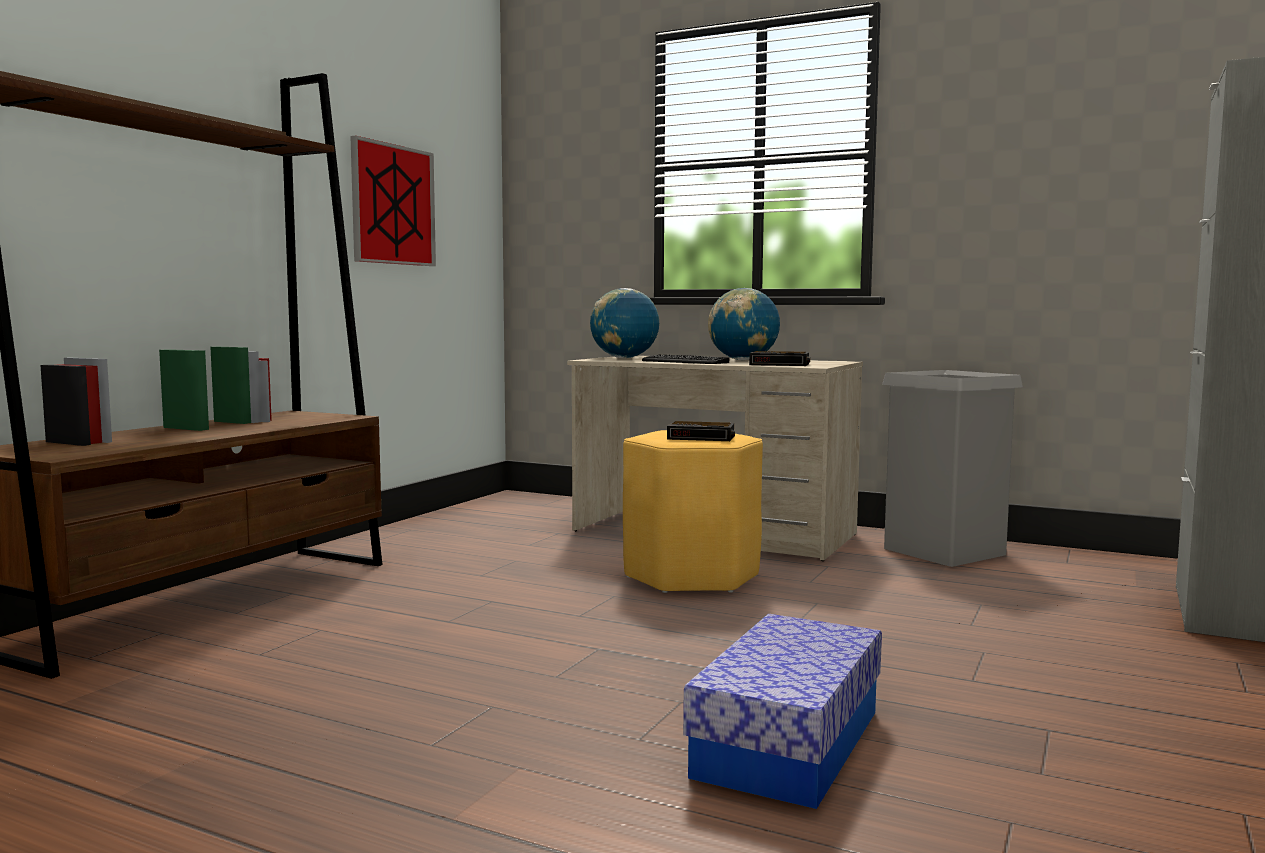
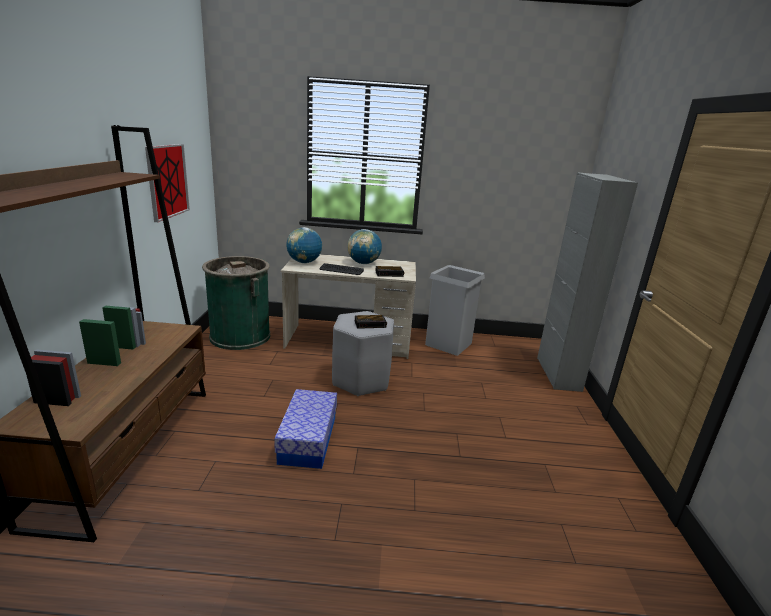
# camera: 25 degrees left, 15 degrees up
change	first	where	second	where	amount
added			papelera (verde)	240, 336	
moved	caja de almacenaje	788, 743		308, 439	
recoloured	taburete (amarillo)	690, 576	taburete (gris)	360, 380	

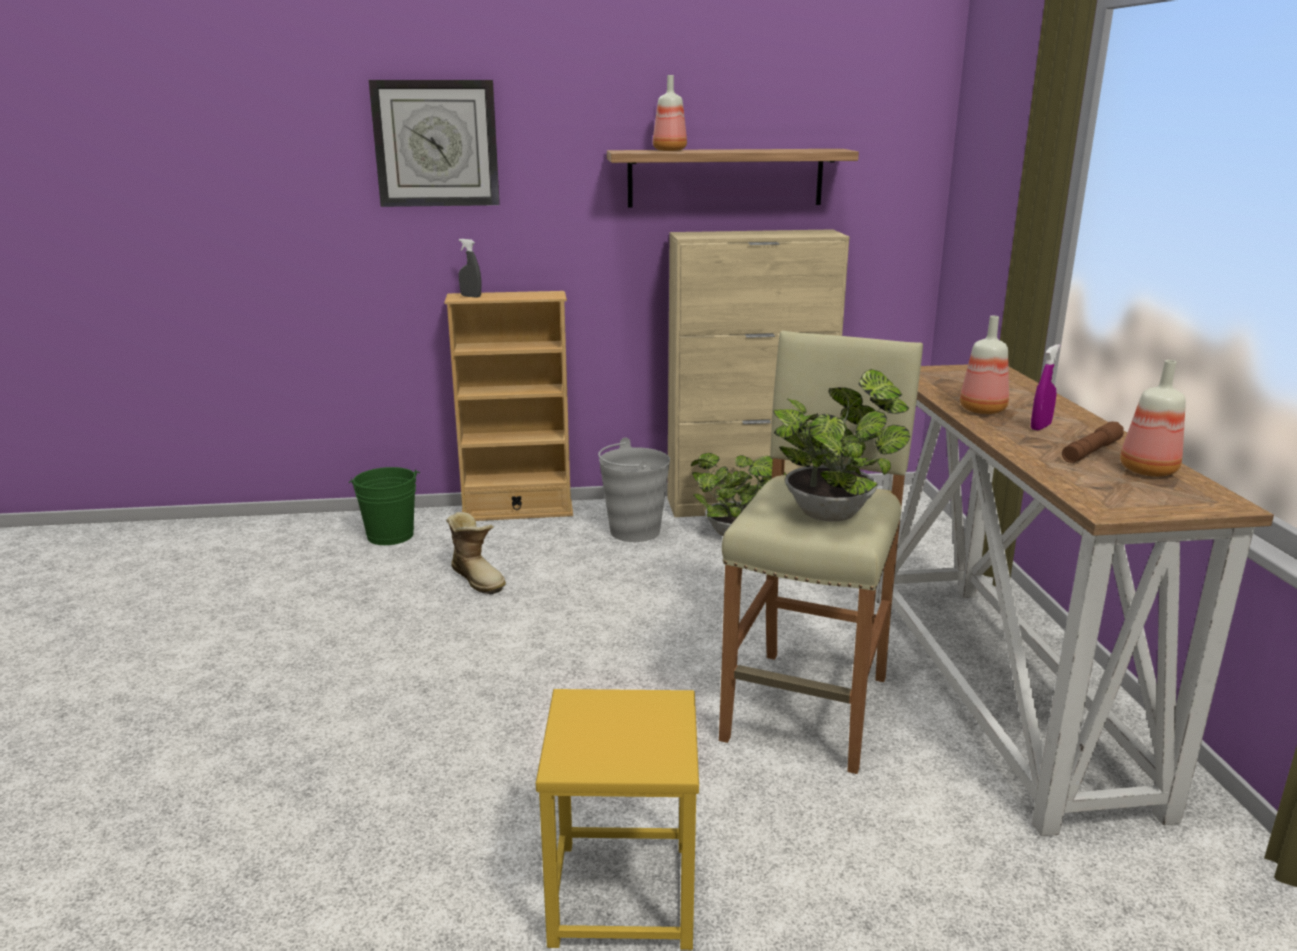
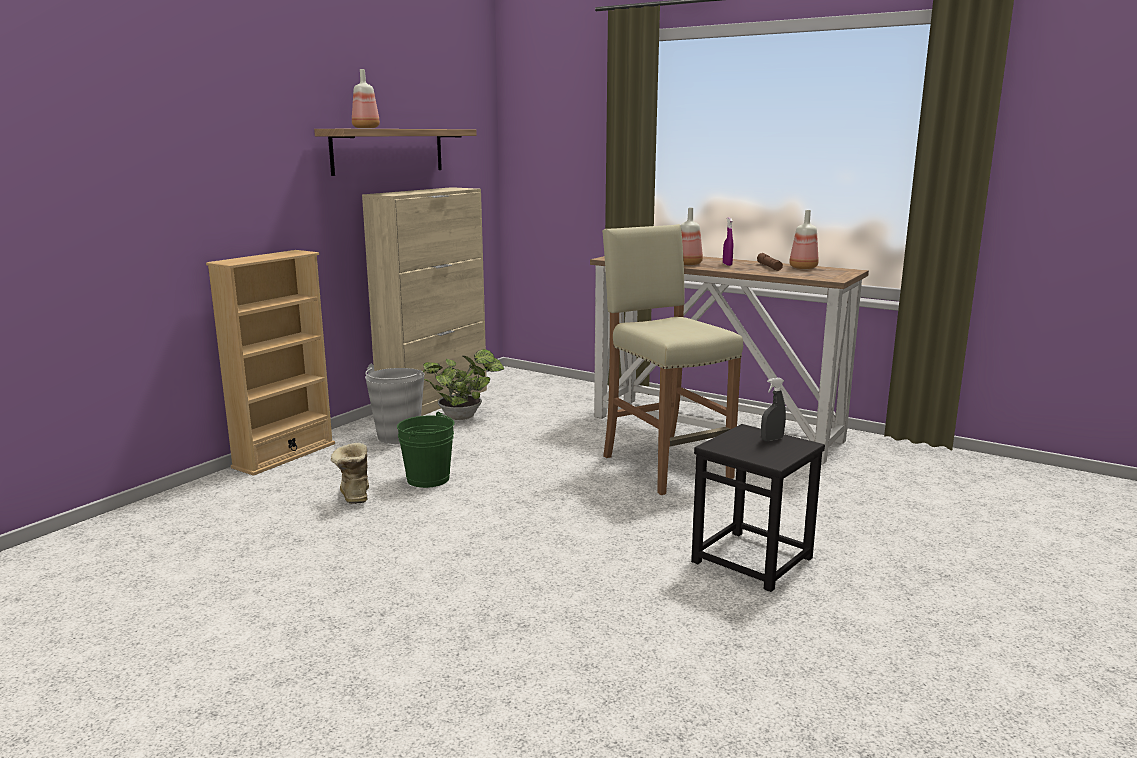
# camera: 50 degrees left, 5 degrees down
change	first	where	second	where	amount
removed	reloj de pared	436, 144			
removed	planta en maceta	833, 512			
moved	cubo (verde)	390, 535		428, 479	
moved	pulverizador (gris)	471, 296		772, 439	
recoloured	taburete (amarillo)	624, 893	taburete (negro)	752, 559	
turned	bota	478, 578		353, 495	105 degrees counterclockwise

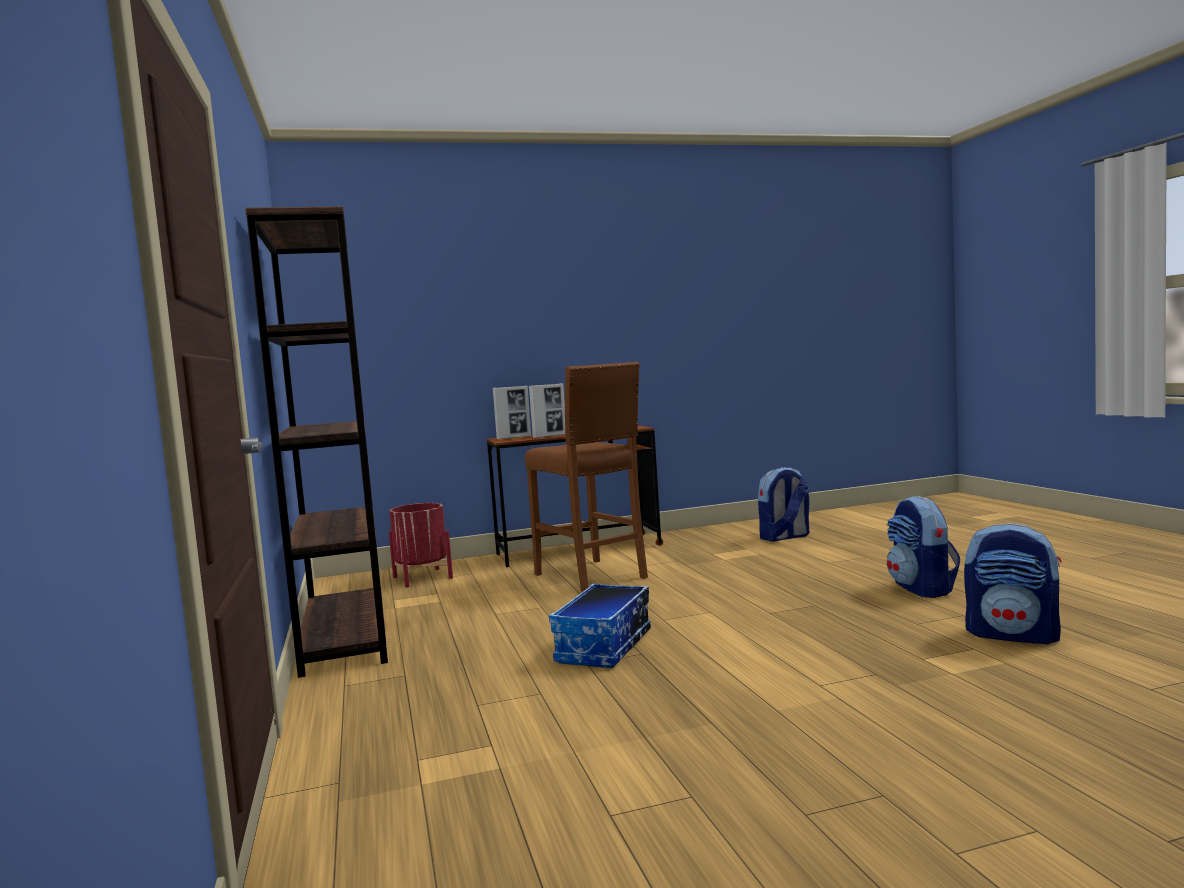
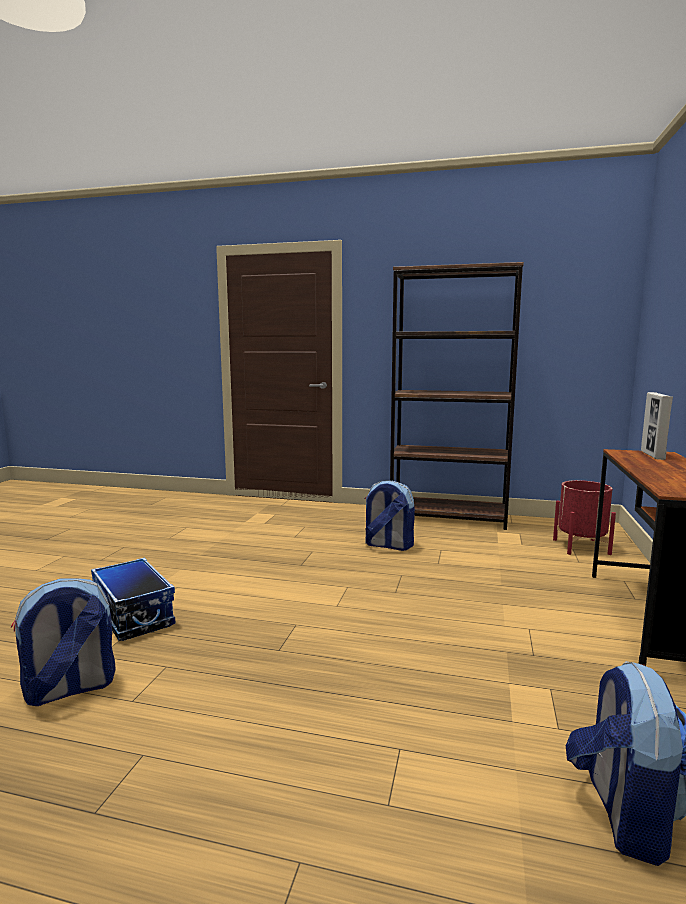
# camera: 120 degrees right, 5 degrees up
change	first	where	second	where	amount
removed	taburete (marrón)	591, 576			
removed	portarretratos	550, 436			
moved	caja de almacenaje	605, 647		132, 615	
moved	mochila	922, 589		388, 545	

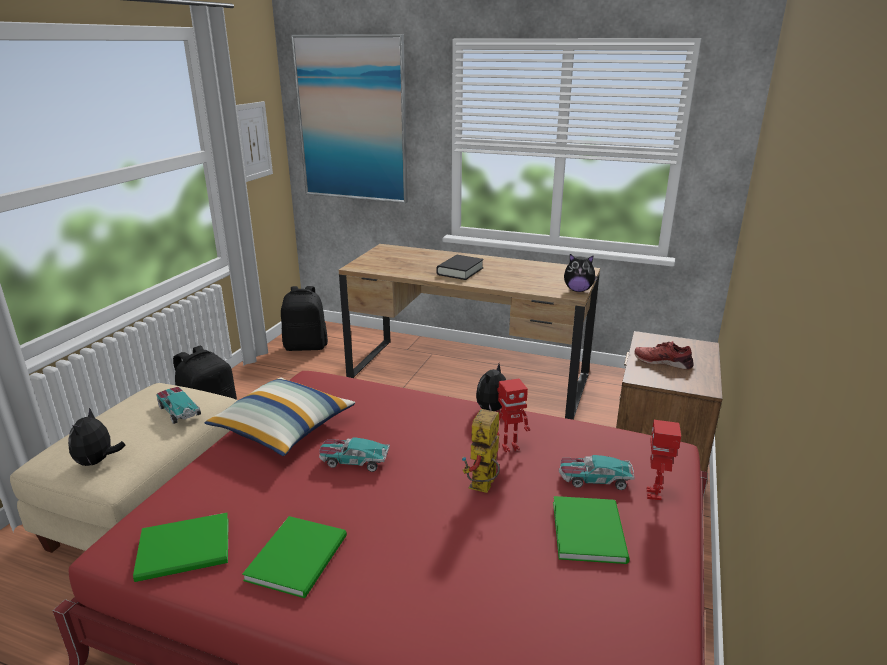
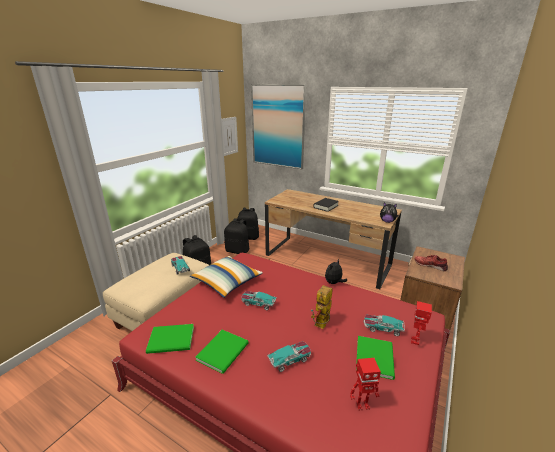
# camera: 10 degrees right, 0 degrees up
change	first	where	second	where	amount
removed	peluche	97, 461			
added			mochila (negro)	238, 251	
added			coche de juguete	290, 359	
moved	robot de juguete	510, 447		362, 404	

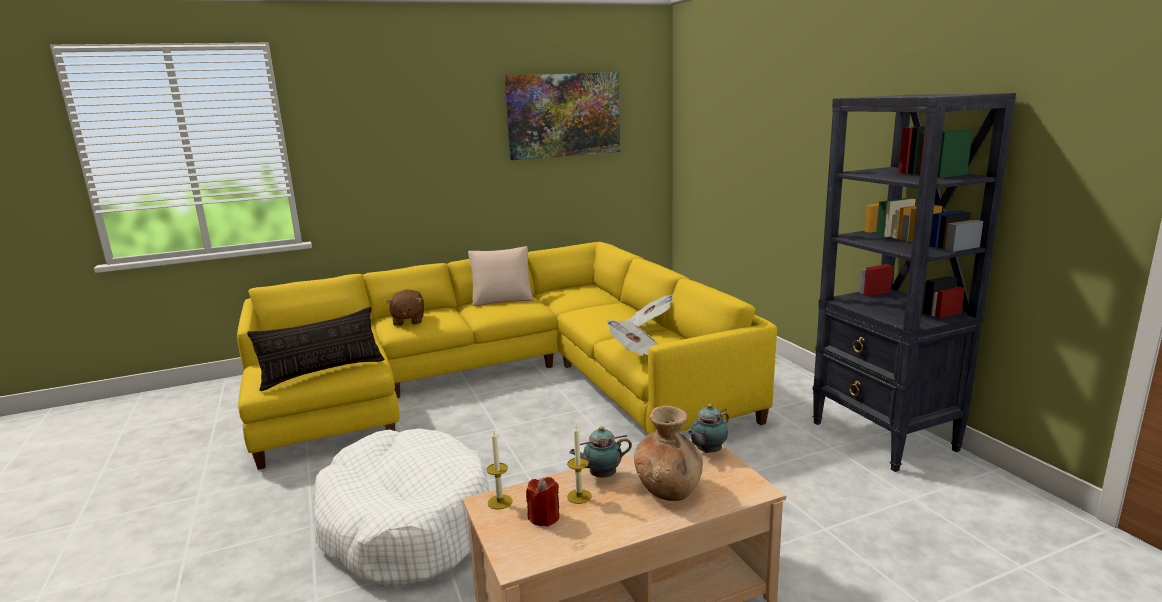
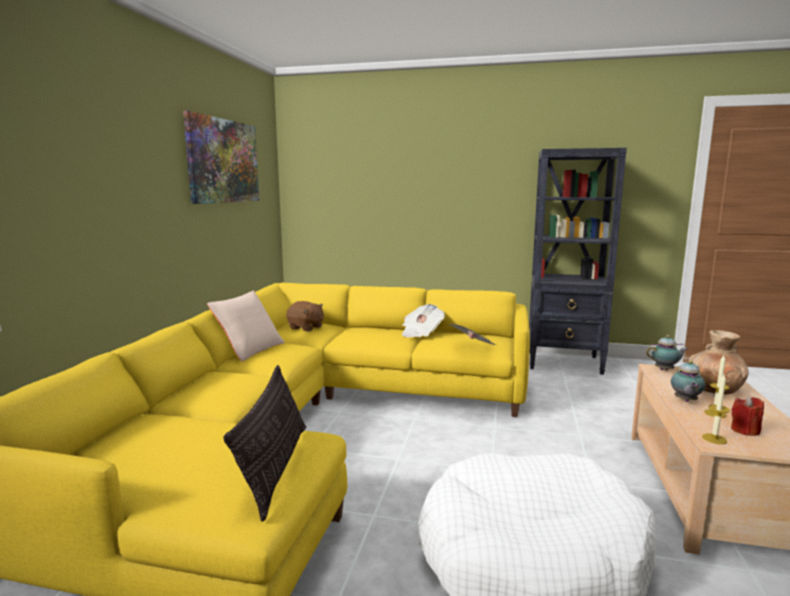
# camera: 55 degrees left, 5 degrees down
change	first	where	second	where	amount
moved	peluche (marrón)	408, 321		306, 328	
turned	tetera	707, 451		665, 369	90 degrees counterclockwise

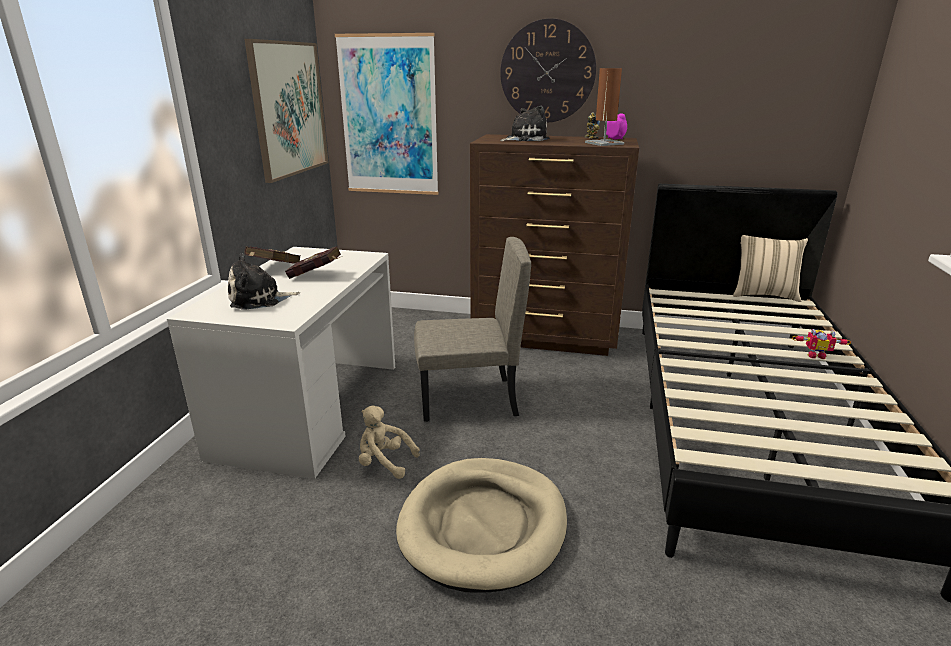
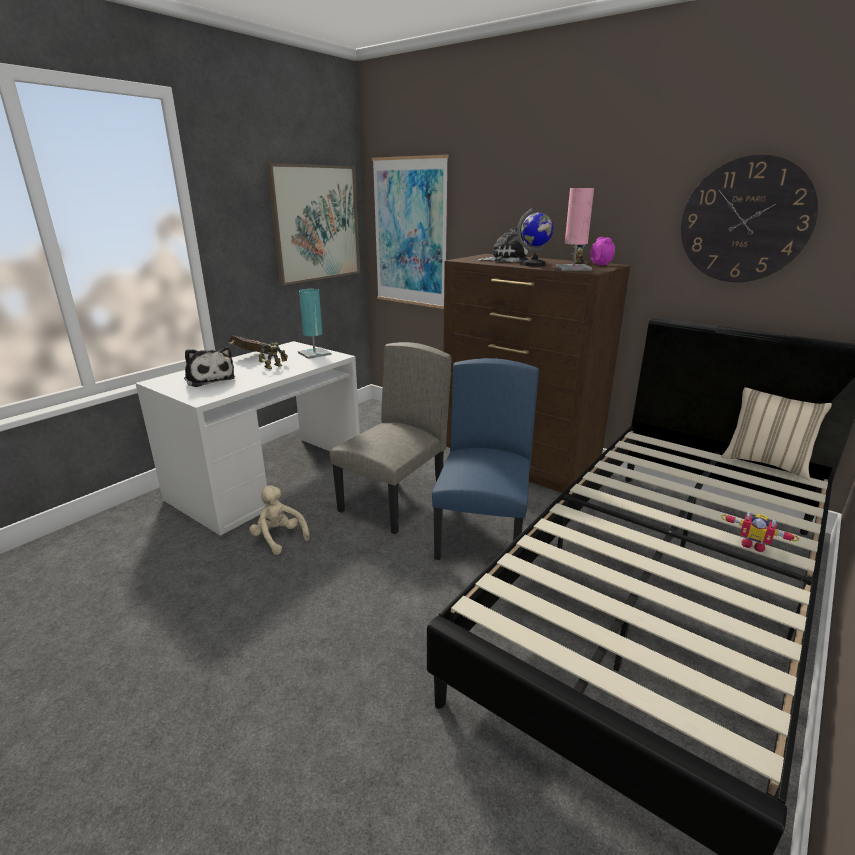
# camera: 25 degrees right, 0 degrees up
change	first	where	second	where	amount
removed	cama para perro (beis)	483, 525			
added			lámpara de mesa (turquesa)	314, 353	
added			silla (azul)	483, 536	
added			globo terráqueo	534, 265	
moved	reloj de pared	547, 72		745, 221	
replaced	libro (rojo)	317, 276	robot de juguete	274, 367	
recoloured	lámpara de mesa (marrón)	604, 143	lámpara de mesa (rosa)	573, 268	
turned	peluche	259, 299		209, 379	135 degrees counterclockwise
turned	silla (beis)	468, 399		393, 503	75 degrees counterclockwise

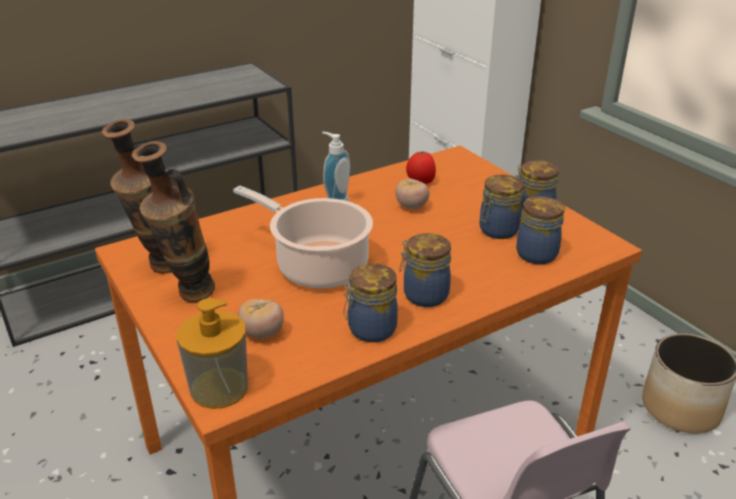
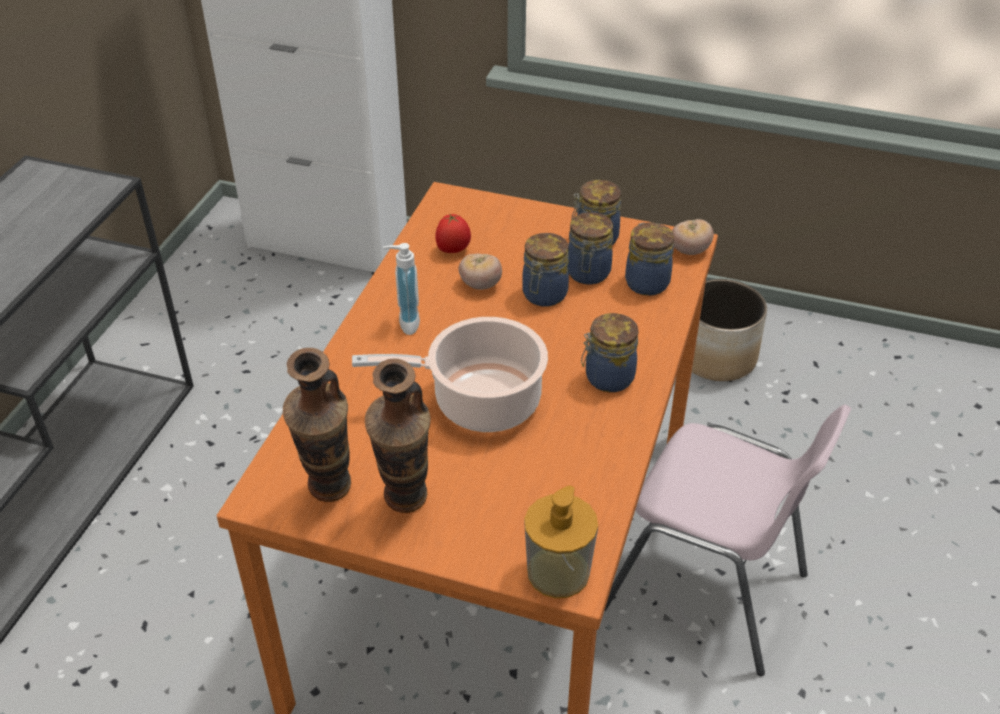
# camera: 40 degrees left, 10 degrees up
change	first	where	second	where	amount
moved	tomate	262, 333		689, 250	
moved	tarro	370, 330		543, 295	

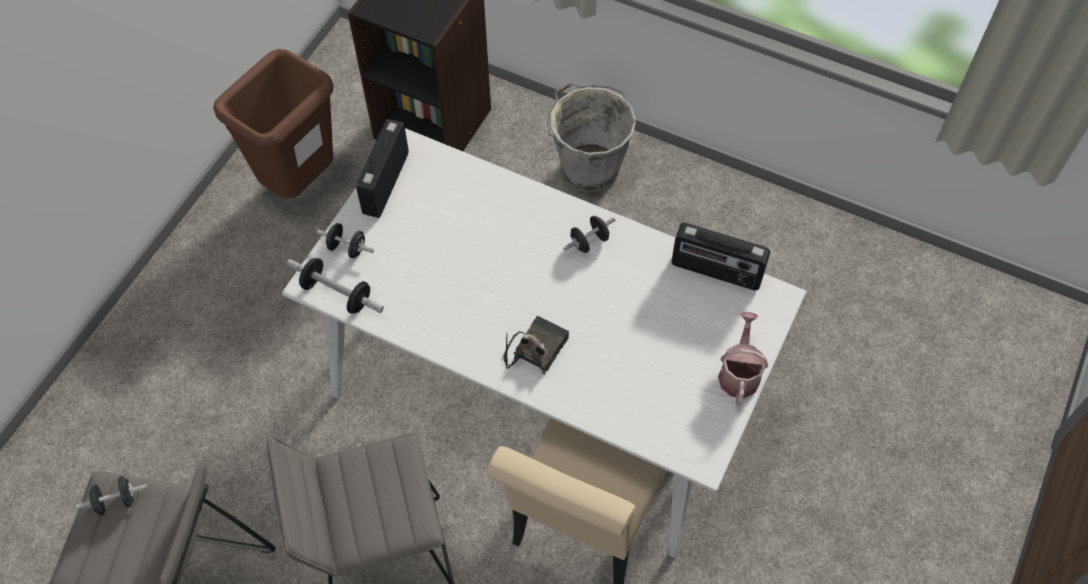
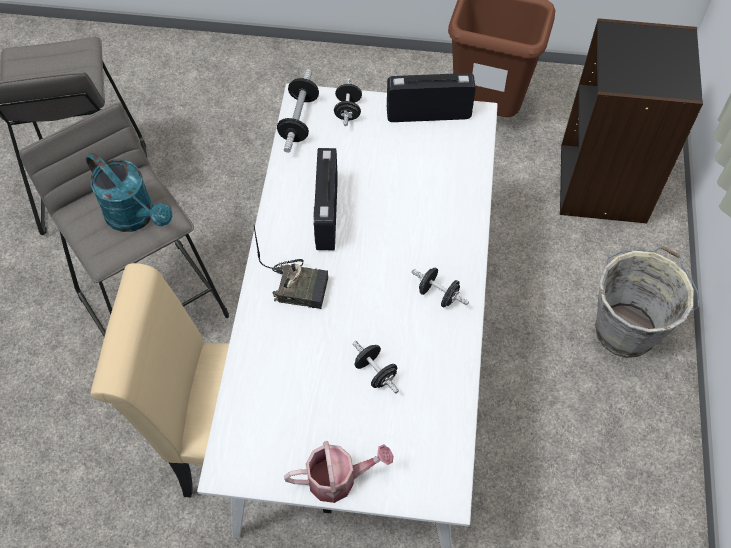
# camera: 70 degrees right, 0 degrees up
change	first	where	second	where	amount
added			regadera (turquesa)	136, 217	
moved	mancuerna (negro)	116, 501		375, 372	
moved	radio	716, 271		326, 214	

